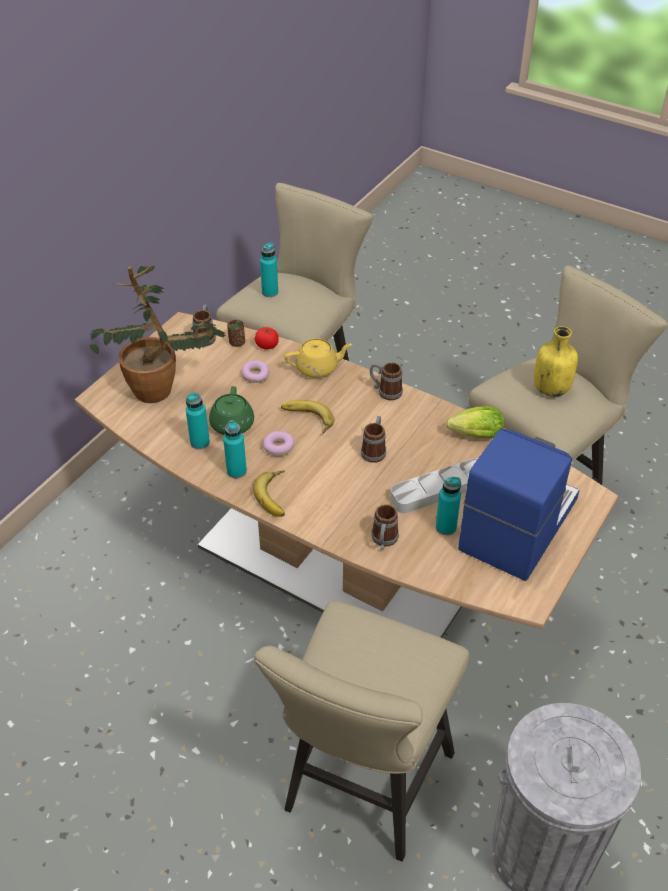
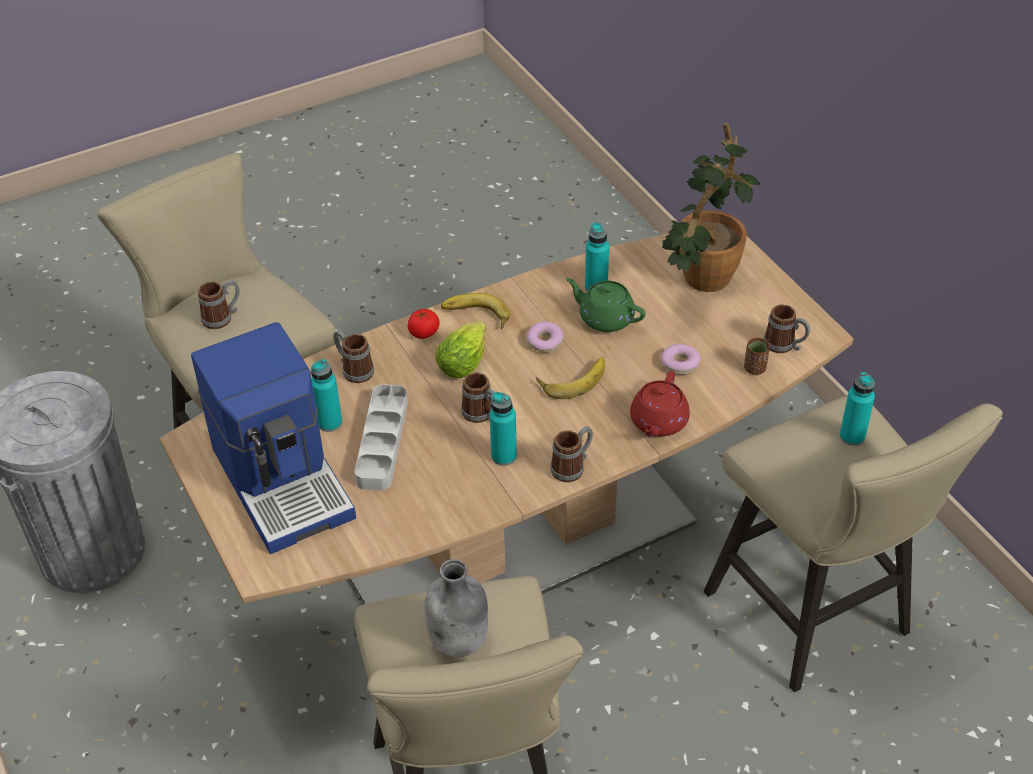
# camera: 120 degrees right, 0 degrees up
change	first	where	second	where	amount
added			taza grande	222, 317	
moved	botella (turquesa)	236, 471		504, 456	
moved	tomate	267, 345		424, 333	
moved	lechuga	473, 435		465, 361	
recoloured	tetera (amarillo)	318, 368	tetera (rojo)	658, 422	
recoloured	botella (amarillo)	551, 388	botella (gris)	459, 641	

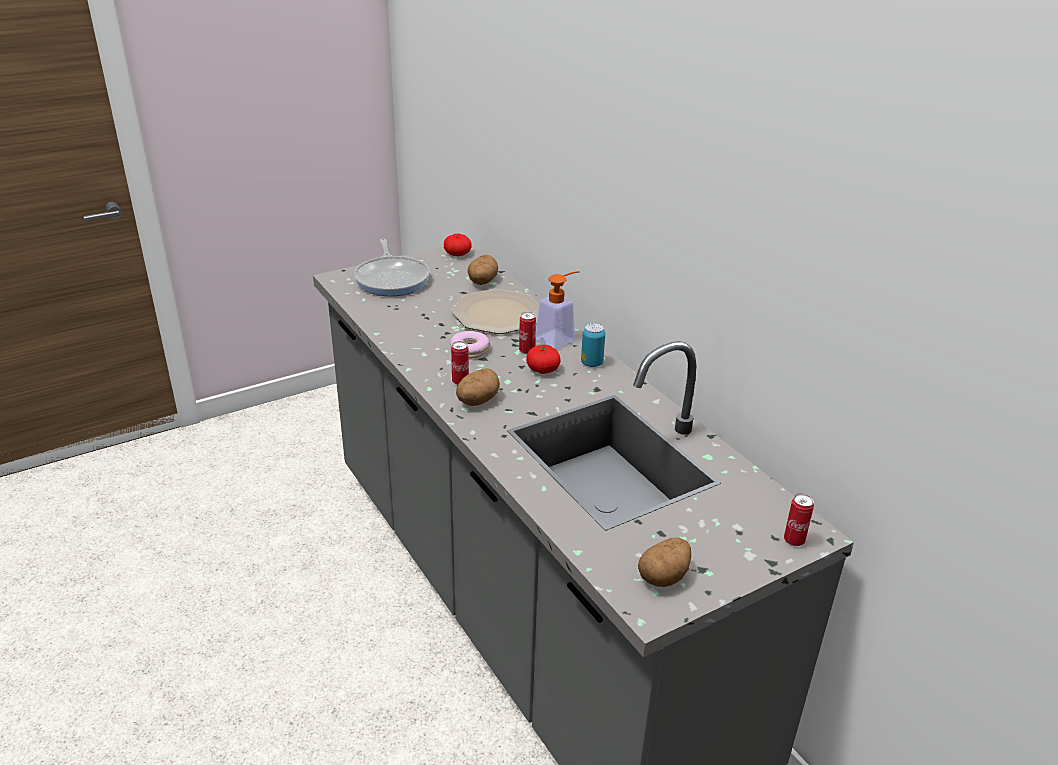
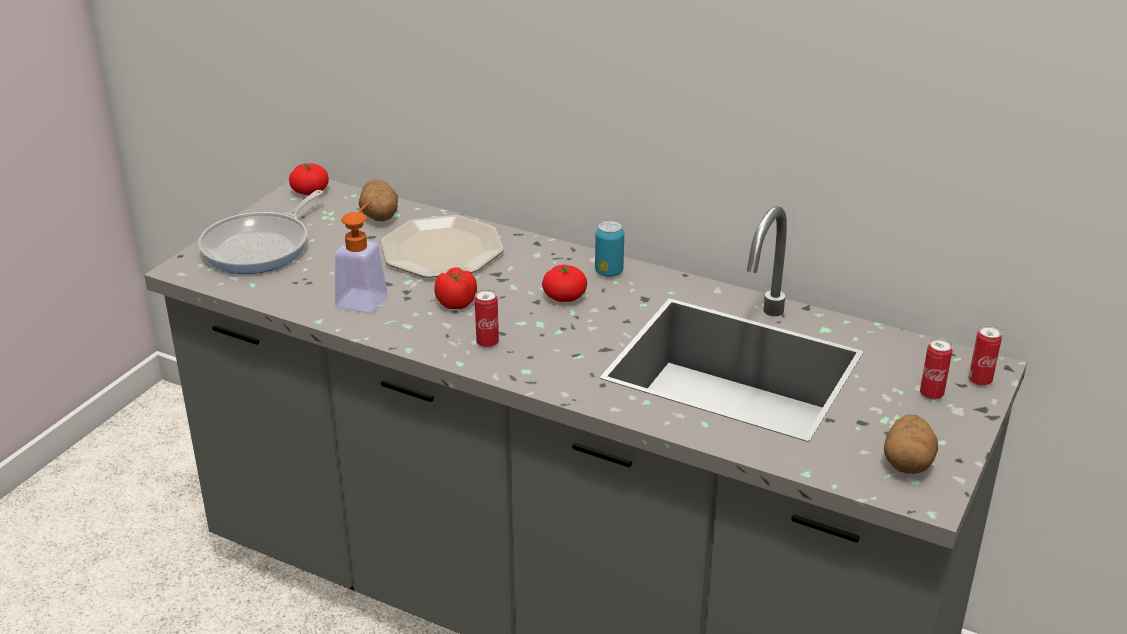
# camera: 30 degrees left, 0 degrees up
change	first	where	second	where	amount
removed	patata	477, 401			
moved	lata	527, 351		931, 394	
moved	dispensador de jabón	559, 338		365, 297	
replaced	rosquilla	469, 350	tomate	457, 303	
turned	sartén	392, 279		261, 247	75 degrees clockwise

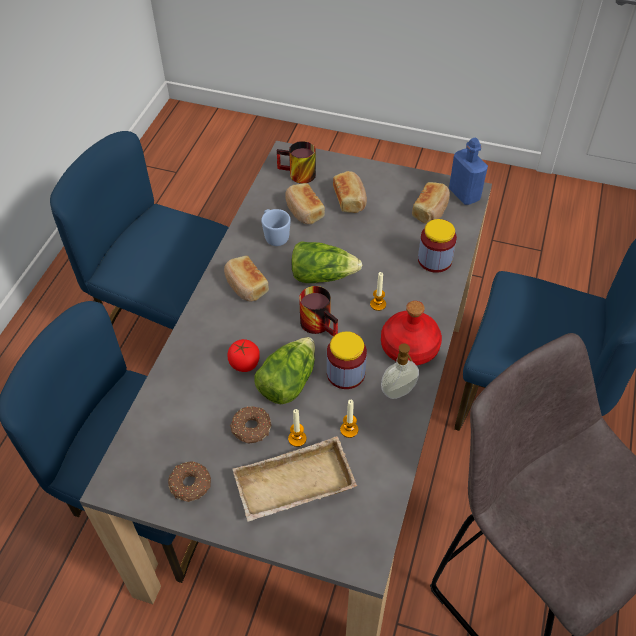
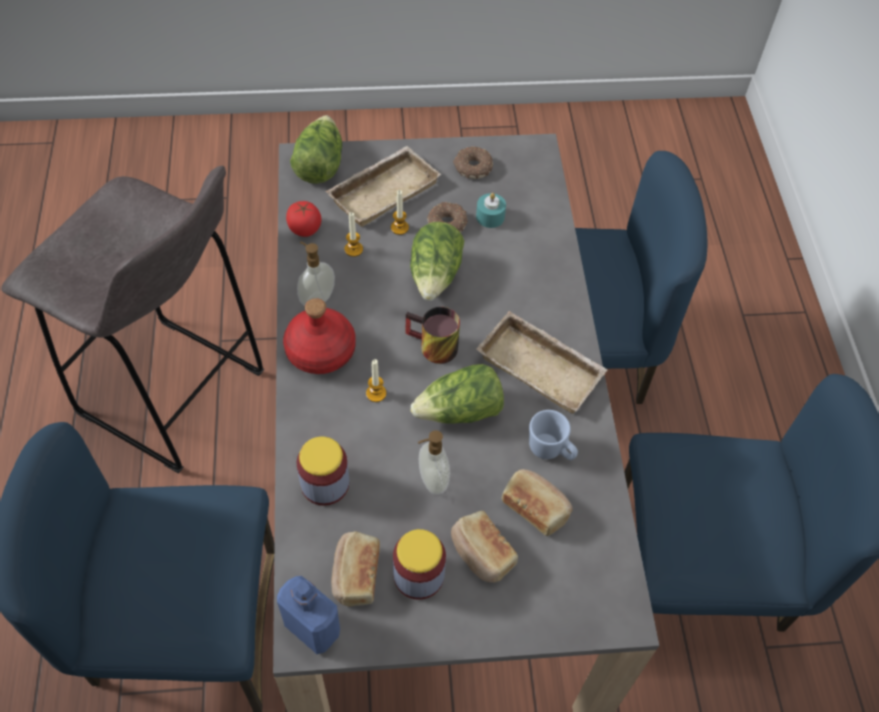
# camera: 155 degrees right, 5 degrees up
change	first	where	second	where	amount
removed	taza grande	297, 175			
added			lechuga	319, 164	
added			dispensador de jabón	432, 480	
added			vela (turquesa)	490, 217	
moved	tomate	244, 363		305, 228	
moved	tarro	345, 373		418, 575	
replaced	pan	246, 286	bandeja (beis)	543, 367	

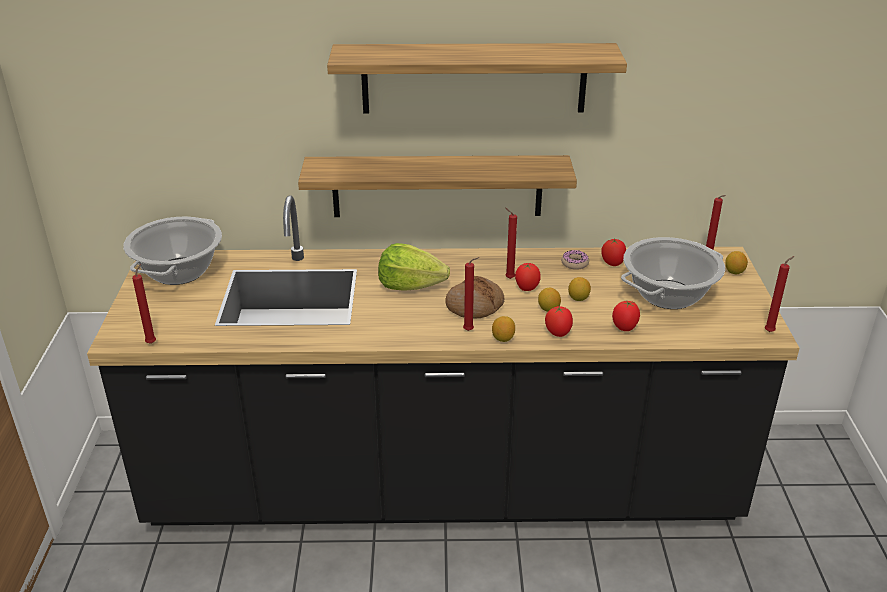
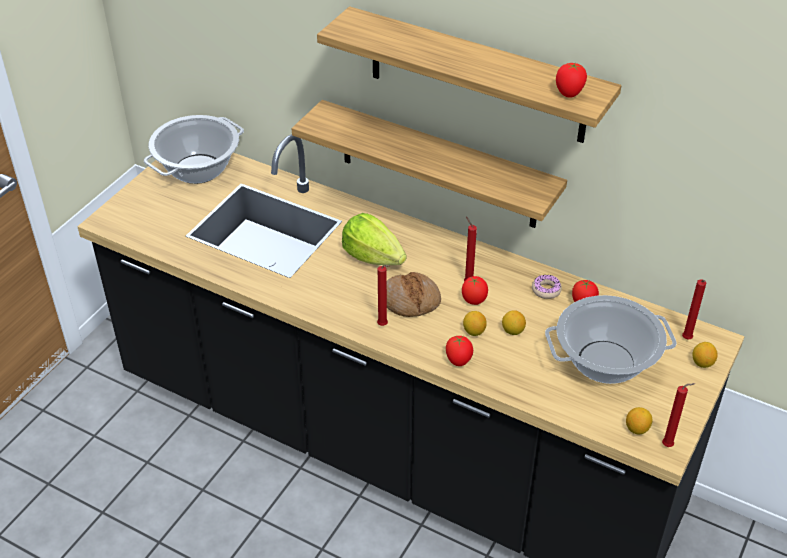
# camera: 30 degrees right, 10 degrees up
change	first	where	second	where	amount
removed	vela (rojo)	152, 342			
moved	limón	503, 338		637, 429	
moved	tomate	624, 328		569, 94	

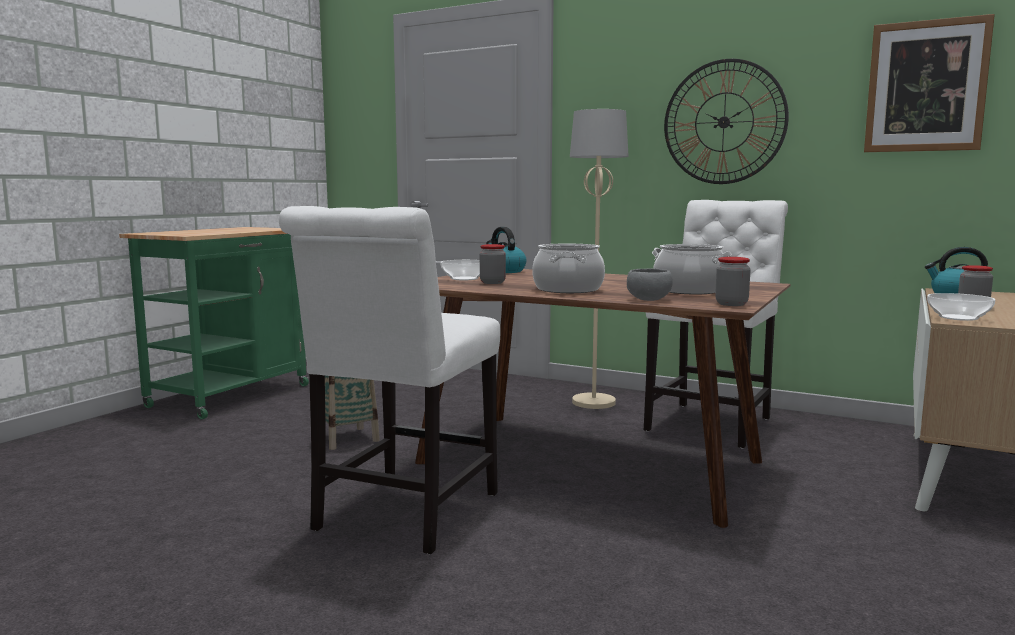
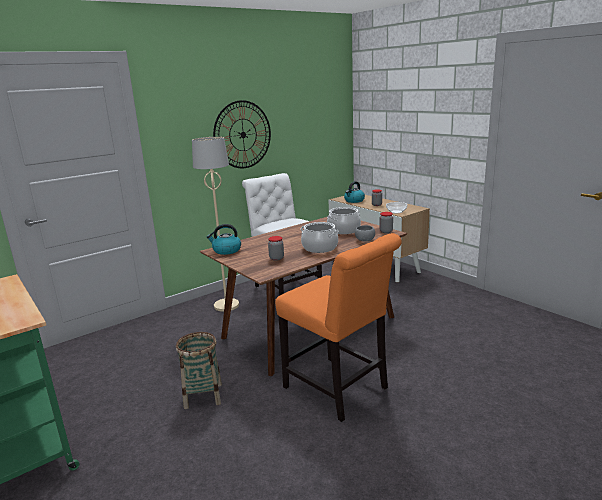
# camera: 65 degrees left, 10 degrees up
change	first	where	second	where	amount
removed	cuenco	464, 278			
removed	cuadro	926, 86			
recoloured	silla (blanco)	402, 515	silla (naranja)	339, 390	

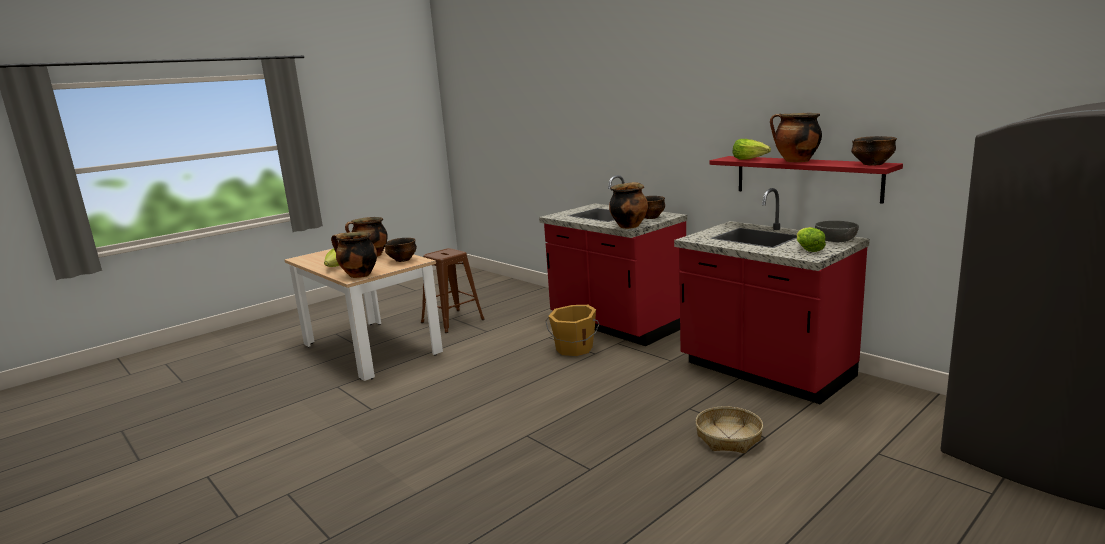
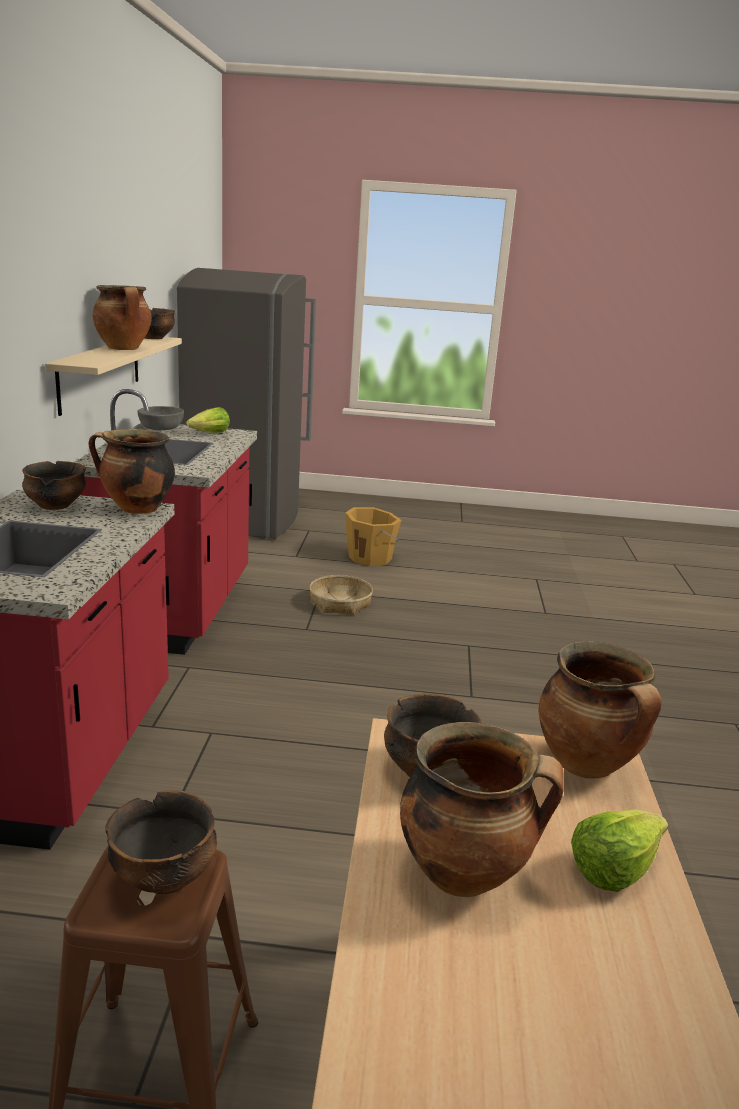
# camera: 135 degrees left, 5 degrees up
change	first	where	second	where	amount
removed	lechuga	749, 159			
added			cuenco	164, 877	
moved	cubo (naranja)	574, 349		371, 557	
recoloured	estante (rojo)	806, 178	estante (beis)	100, 372	

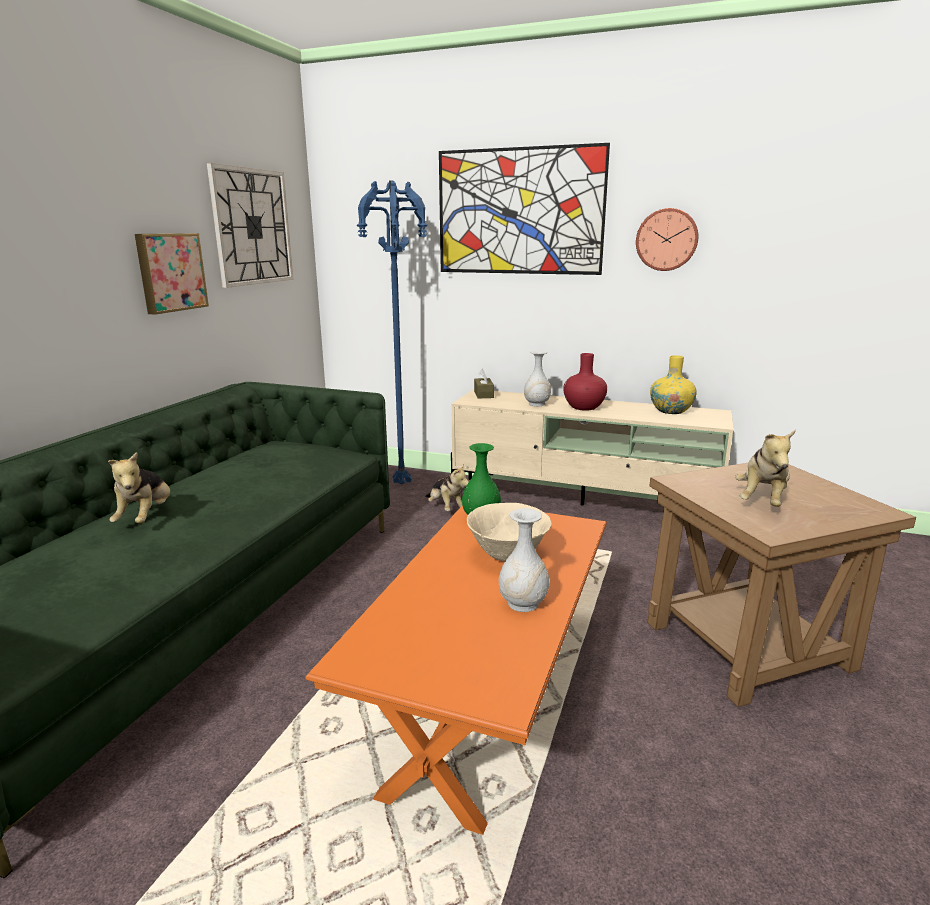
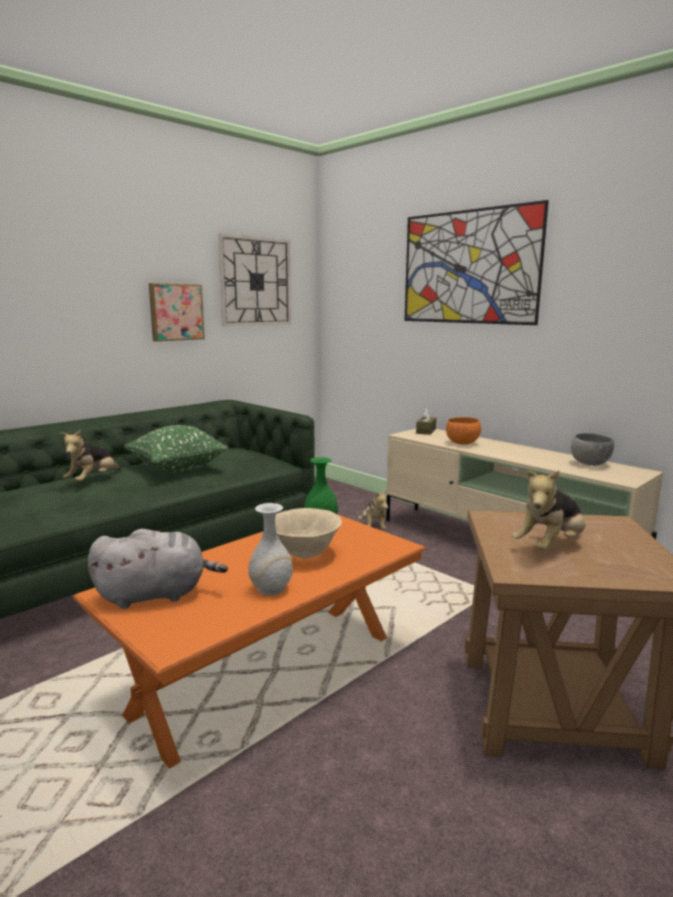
# camera: 25 degrees right, 5 degrees down
change	first	where	second	where	amount
removed	lámpara de pie (azul)	404, 484			
removed	florero (rojo)	584, 407			
removed	reloj de pared	667, 239			
added			peluche (gris)	156, 594	
added			cojín (verde)	177, 468	
replaced	florero (blanco)	537, 404	cuenco (naranja)	462, 443	
replaced	florero (amarillo)	671, 411	cuenco (gris)	591, 464	

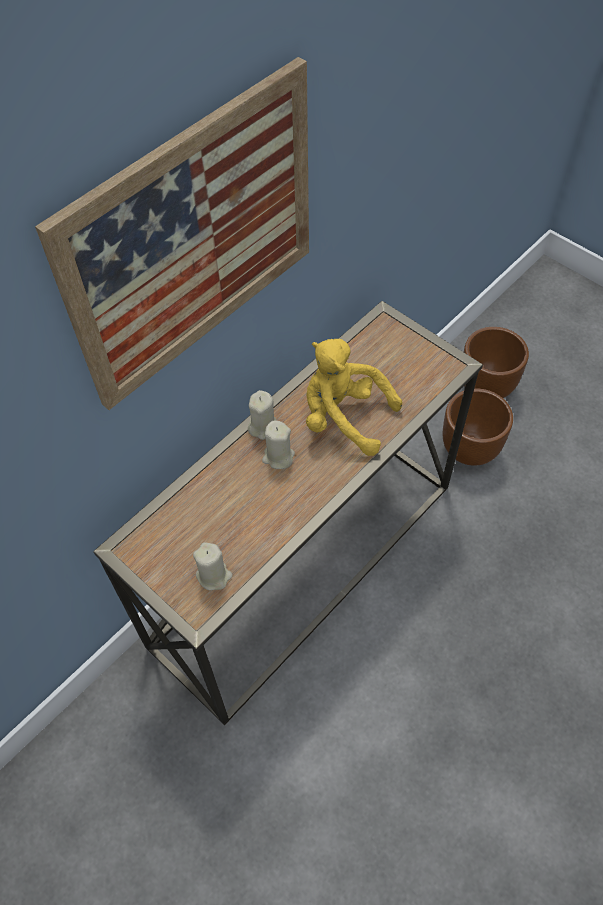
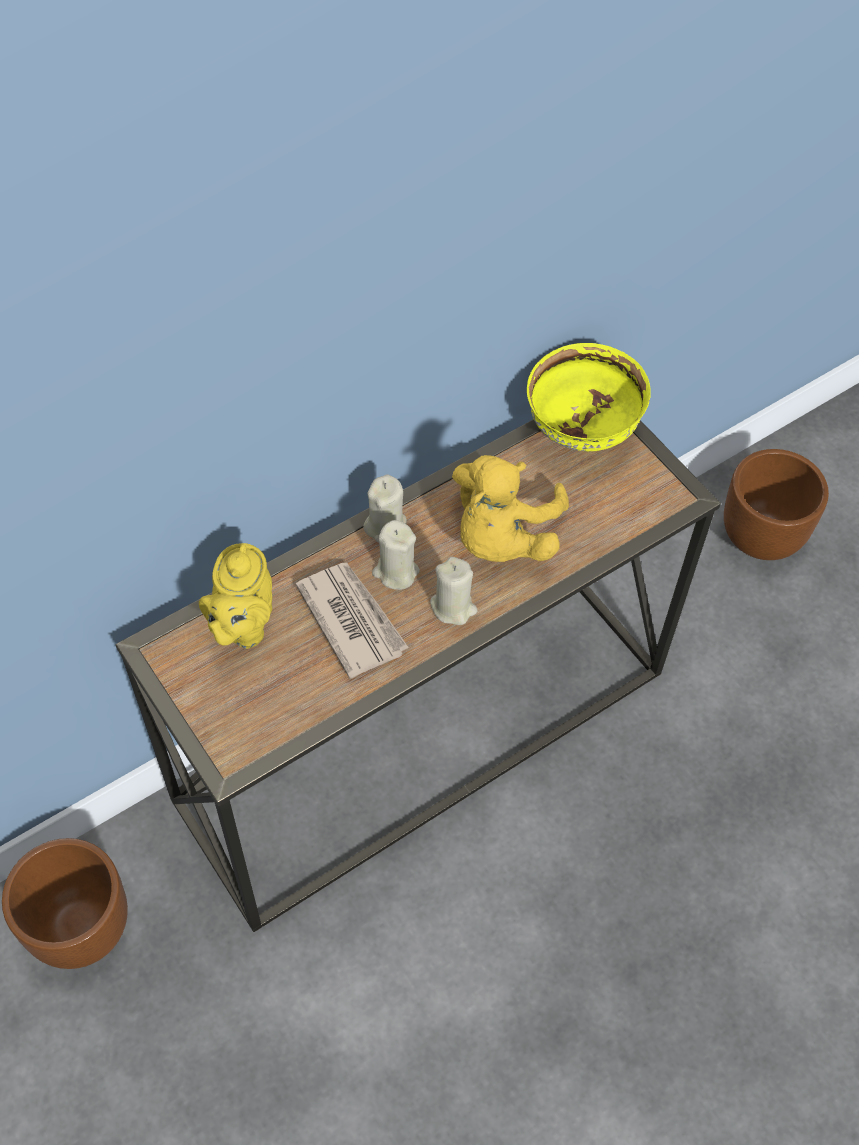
# camera: 10 degrees right, 0 degrees up
change	first	where	second	where	amount
removed	cuadro	195, 239			
added			tetera (amarillo)	242, 625	
added			periódico	351, 619	
added			cuenco (amarillo)	582, 433	
moved	vela (beis)	214, 576		453, 607	
moved	maceta (marrón)	470, 449		83, 928	
turned	peluche (amarillo)	343, 417		501, 537	105 degrees counterclockwise

